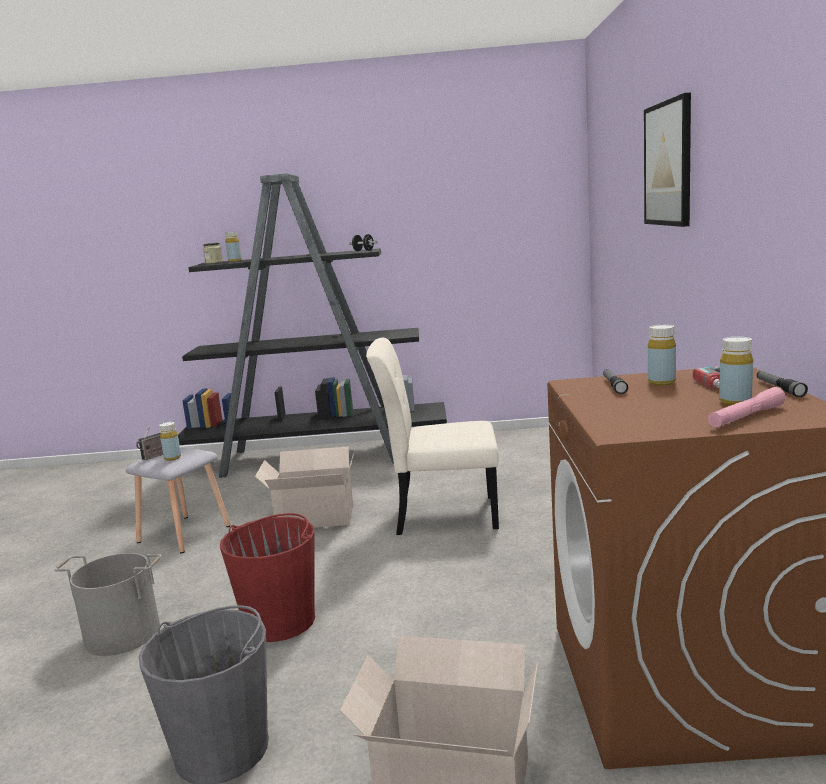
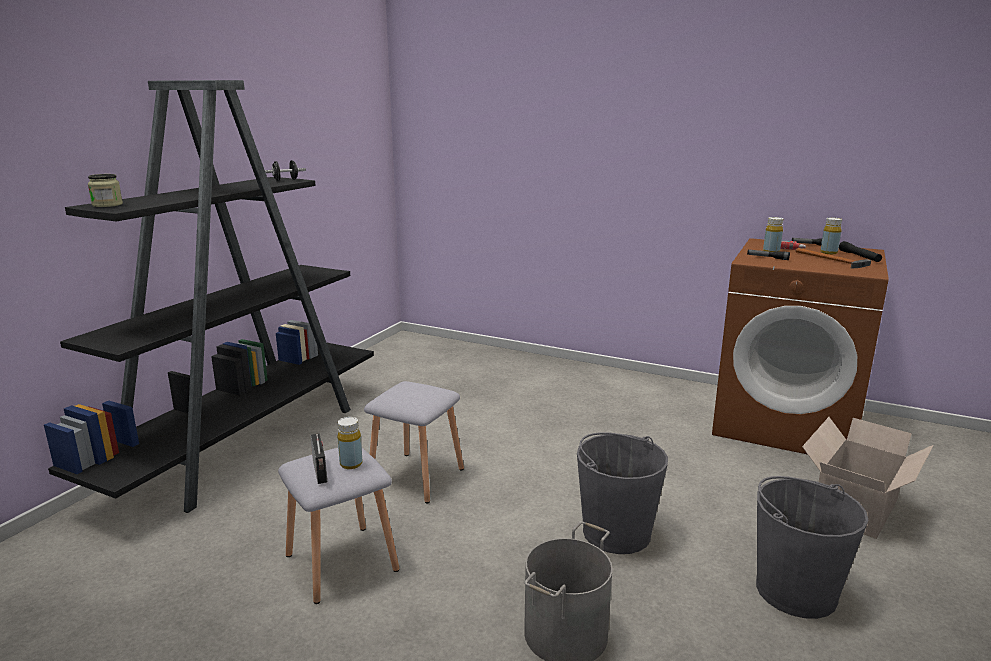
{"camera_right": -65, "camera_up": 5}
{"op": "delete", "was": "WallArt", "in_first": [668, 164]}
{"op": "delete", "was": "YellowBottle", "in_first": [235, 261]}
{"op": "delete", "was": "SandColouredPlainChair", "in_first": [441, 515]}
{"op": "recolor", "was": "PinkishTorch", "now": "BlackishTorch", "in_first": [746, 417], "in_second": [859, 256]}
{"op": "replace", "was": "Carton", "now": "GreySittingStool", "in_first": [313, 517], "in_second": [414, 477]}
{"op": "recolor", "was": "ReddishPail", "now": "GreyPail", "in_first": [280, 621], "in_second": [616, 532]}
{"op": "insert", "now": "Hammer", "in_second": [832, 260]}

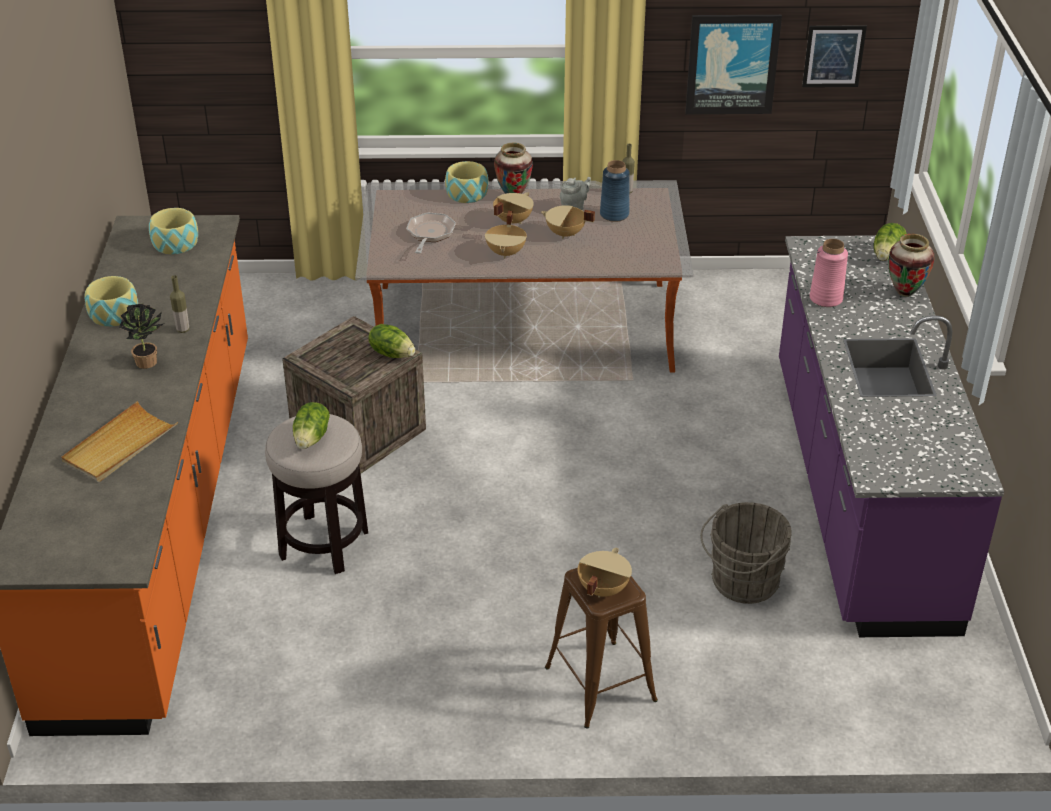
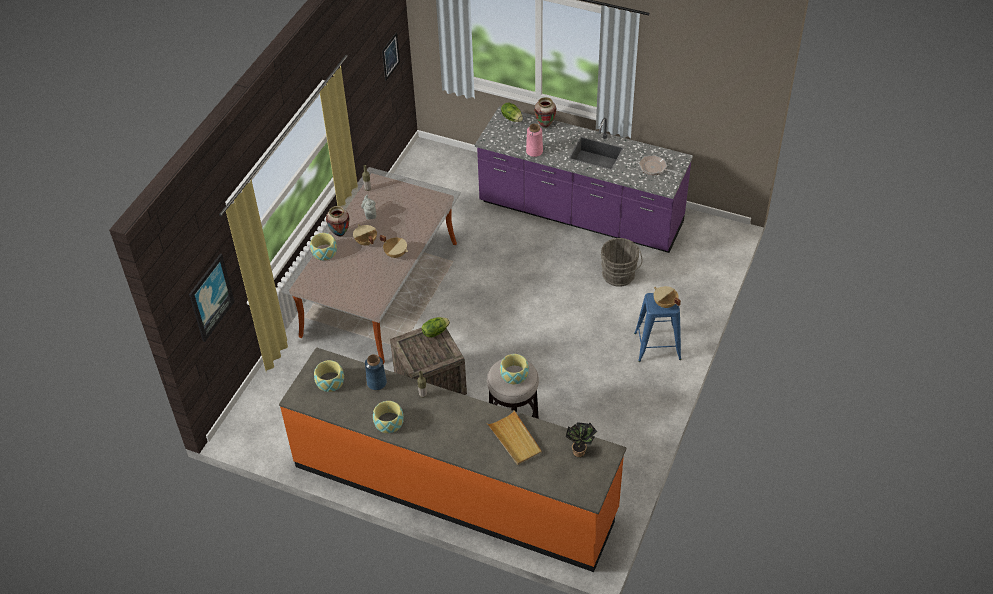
{"camera_right": -65, "camera_up": 10}
{"op": "move", "was": "WallArt", "in_first": [732, 64], "in_second": [210, 297]}
{"op": "move", "was": "BlueColouredVase", "in_first": [614, 214], "in_second": [377, 383]}
{"op": "delete", "was": "SandColouredSaucepot", "in_first": [565, 234]}
{"op": "move", "was": "Skillet", "in_first": [430, 234], "in_second": [655, 168]}
{"op": "move", "was": "PottedPlant", "in_first": [149, 363], "in_second": [580, 450]}
{"op": "replace", "was": "HeadOfLettuce", "now": "ServingBowl", "in_first": [312, 438], "in_second": [514, 374]}
{"op": "recolor", "was": "BrownColouredSittingStool", "now": "BlueColouredSittingStool", "in_first": [600, 683], "in_second": [656, 346]}

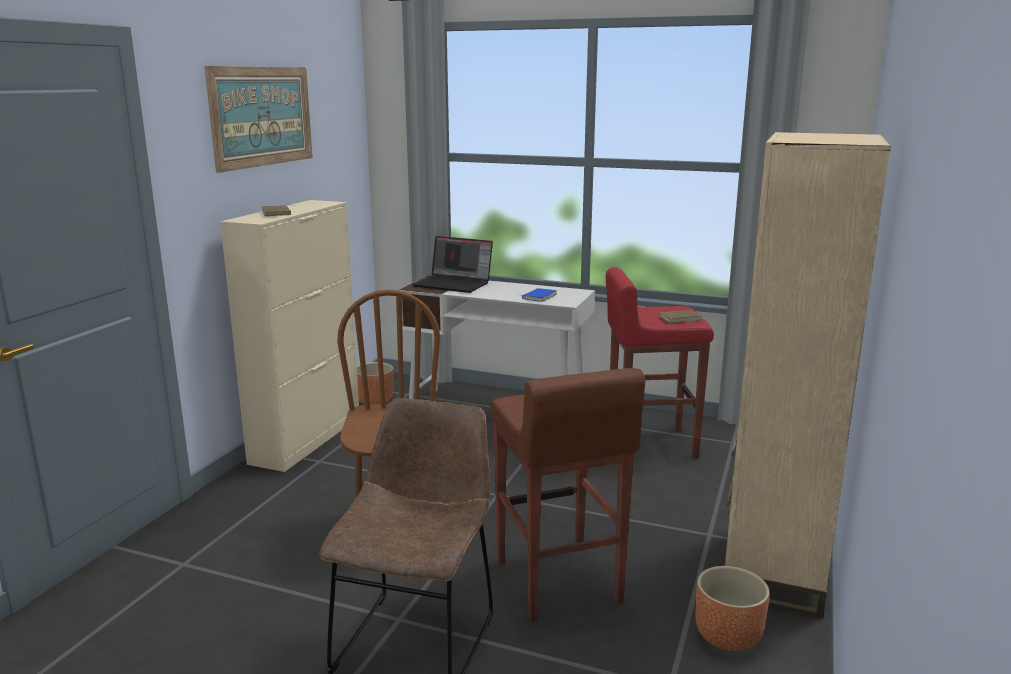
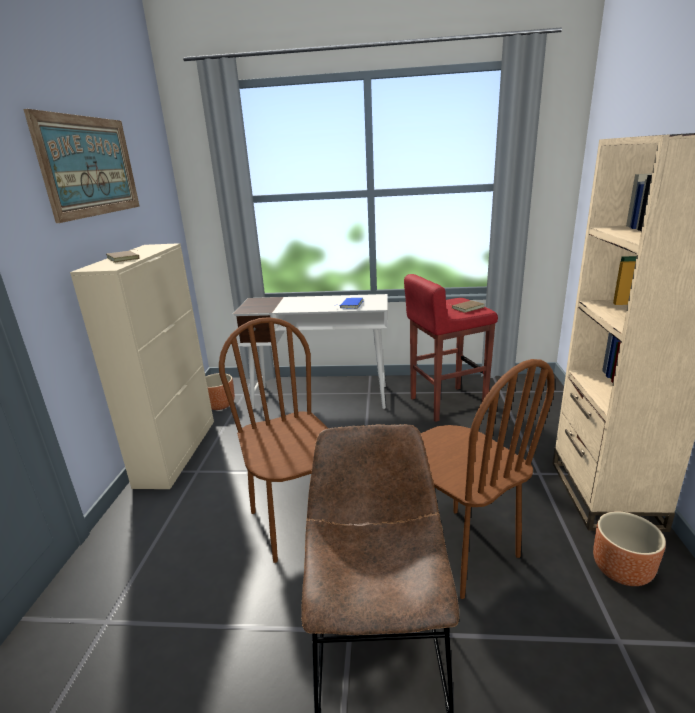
{"camera_right": -15, "camera_up": 5}
{"op": "delete", "was": "NotebookComputer", "in_first": [454, 284]}
{"op": "replace", "was": "BrownColouredSittingStool", "now": "BrownColouredPlainChair", "in_first": [556, 582], "in_second": [459, 549]}

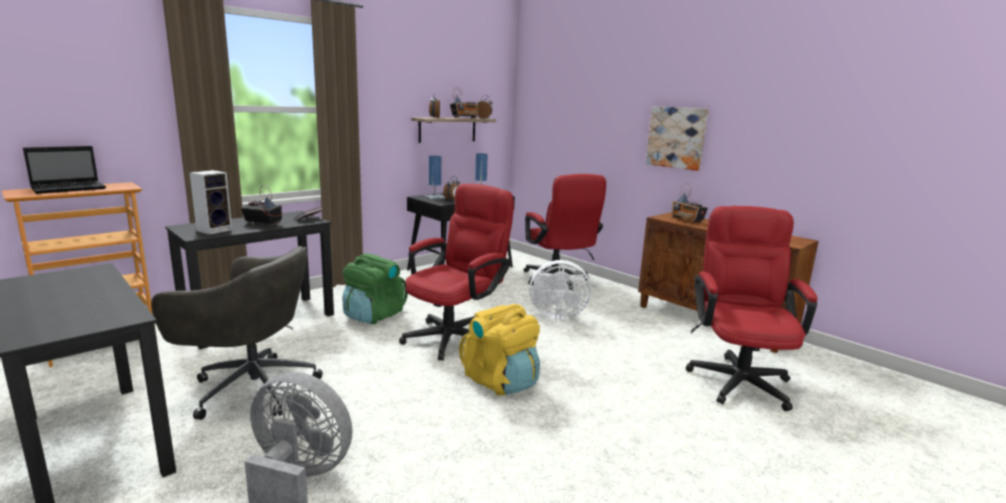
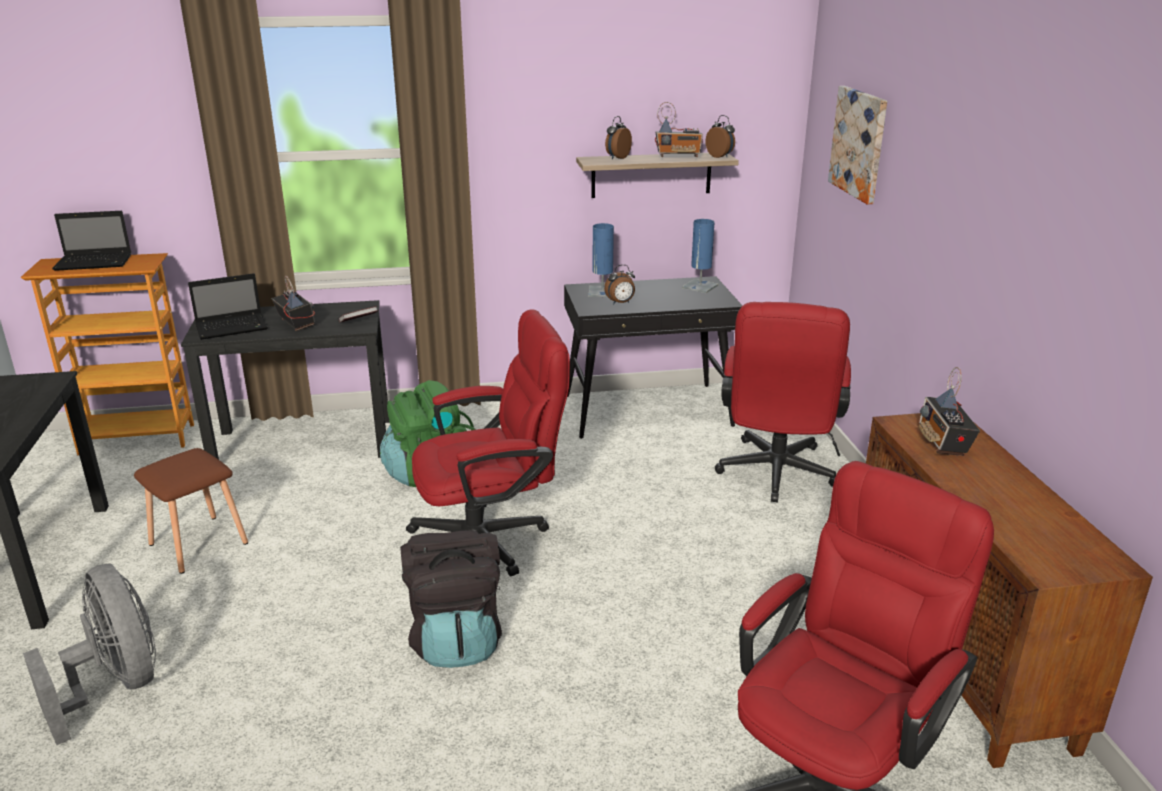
{"camera_right": 35, "camera_up": 10}
{"op": "move", "was": "WallArt", "in_first": [676, 137], "in_second": [859, 143]}
{"op": "replace", "was": "Loudspeaker", "now": "NotebookComputer", "in_first": [215, 230], "in_second": [233, 327]}
{"op": "replace", "was": "GreyOfficeChair", "now": "BrownColouredSittingStool", "in_first": [251, 388], "in_second": [197, 545]}
{"op": "delete", "was": "WhiteElectricFan", "in_first": [555, 315]}
{"op": "recolor", "was": "YellowRucksack", "now": "BlackishRucksack", "in_first": [501, 381], "in_second": [456, 639]}

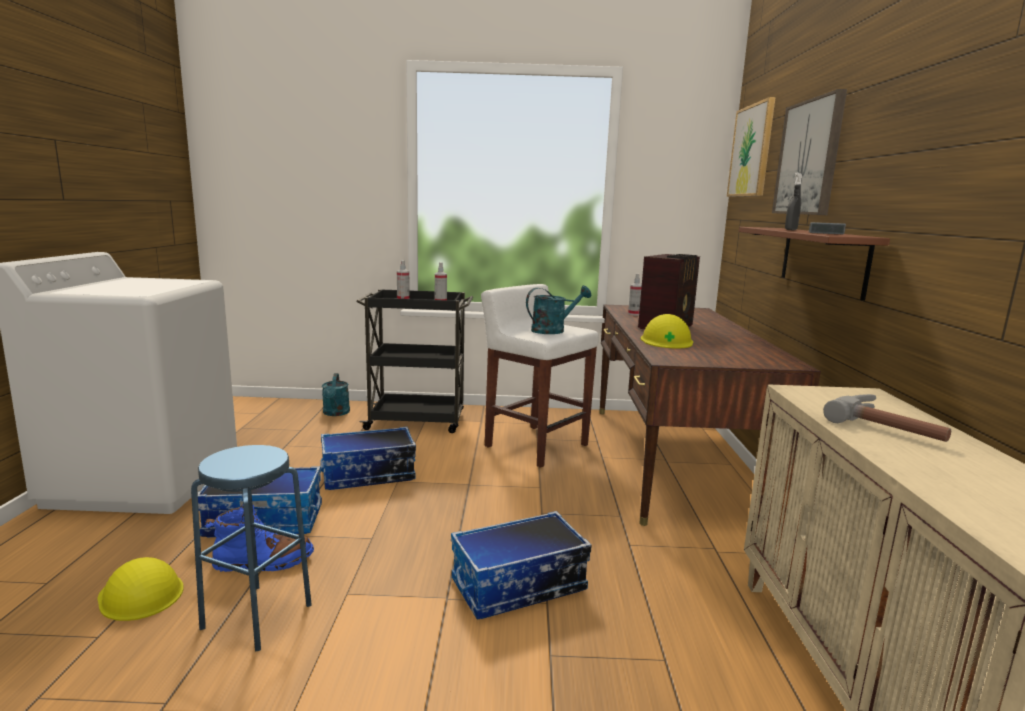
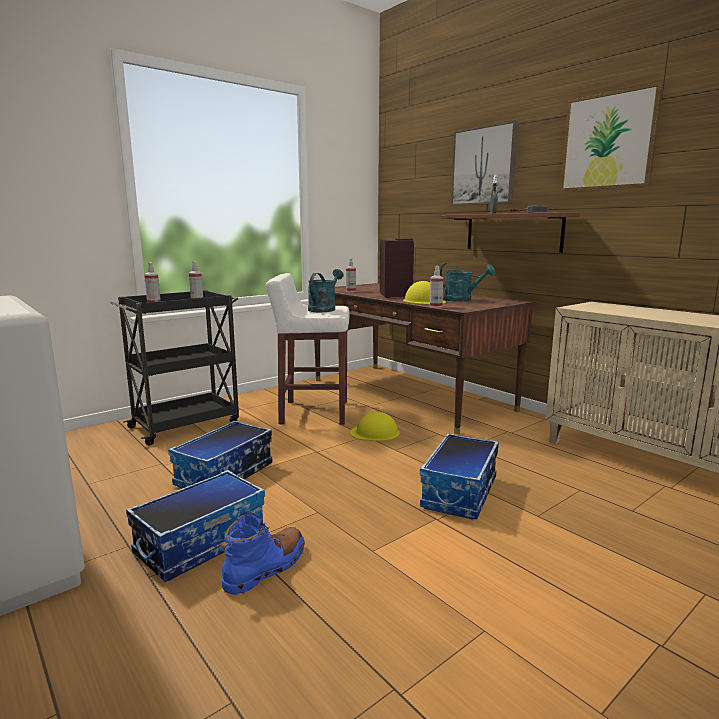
{"camera_right": -40, "camera_up": 0}
{"op": "move", "was": "WallArt", "in_first": [751, 151], "in_second": [608, 141]}
{"op": "move", "was": "BlueGreenSprinklingCan", "in_first": [336, 413], "in_second": [462, 300]}
{"op": "delete", "was": "Hammer", "in_first": [890, 428]}
{"op": "delete", "was": "BlueColouredSittingStool", "in_first": [257, 616]}
{"op": "move", "was": "YellowWorkHelmet", "in_first": [141, 594], "in_second": [375, 433]}
{"op": "insert", "now": "Sprayer", "in_second": [435, 306]}

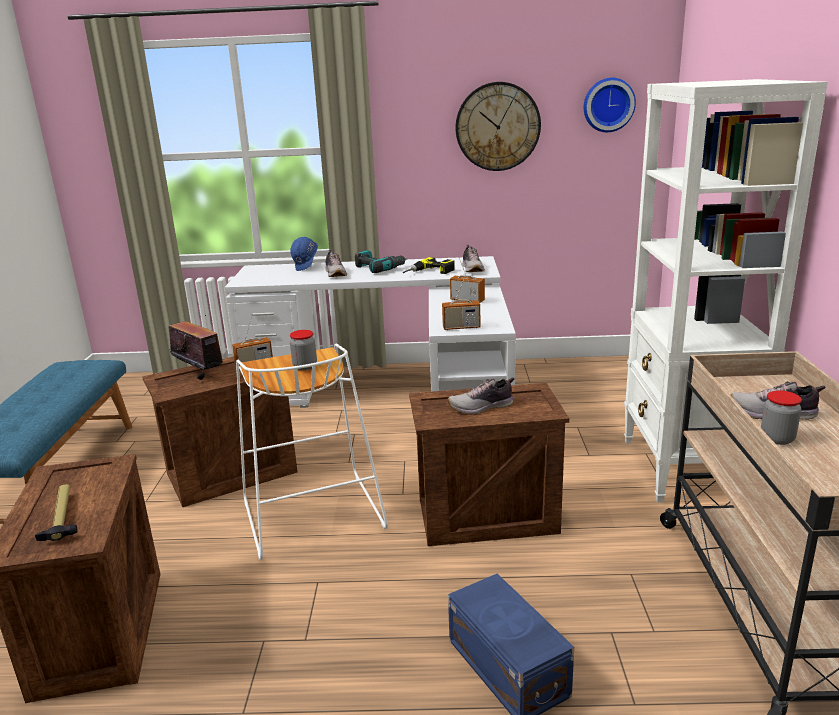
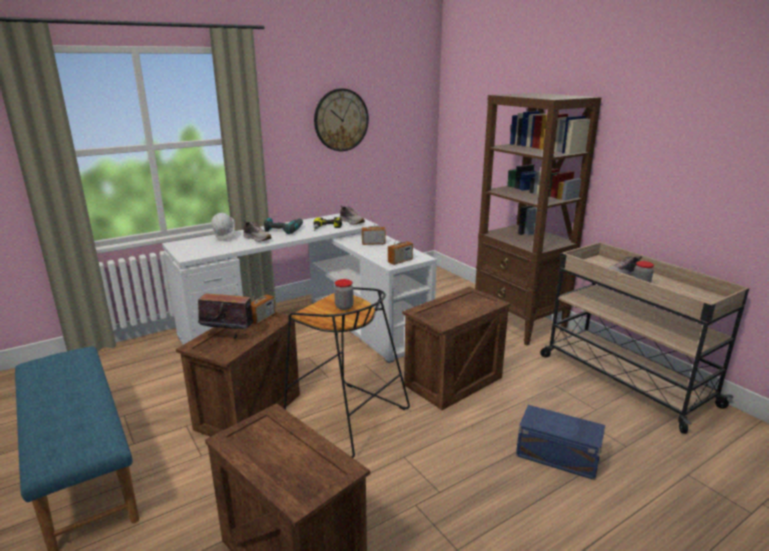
{"camera_right": -35, "camera_up": 0}
{"op": "delete", "was": "HangingClock", "in_first": [608, 105]}
{"op": "recolor", "was": "WhiteShelvingUnit", "now": "BrownColouredShelvingUnit", "in_first": [685, 469], "in_second": [519, 324]}
{"op": "recolor", "was": "BlueColouredWorkHelmet", "now": "WhiteWorkHelmet", "in_first": [307, 268], "in_second": [225, 238]}
{"op": "recolor", "was": "WhiteSittingStool", "now": "BlackishSittingStool", "in_first": [310, 514], "in_second": [345, 418]}
{"op": "delete", "was": "LowShoe", "in_first": [482, 407]}
{"op": "delete", "was": "Hammer", "in_first": [61, 516]}

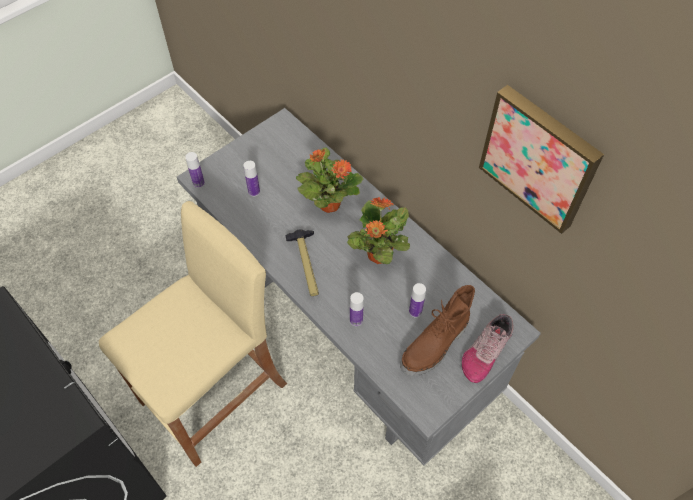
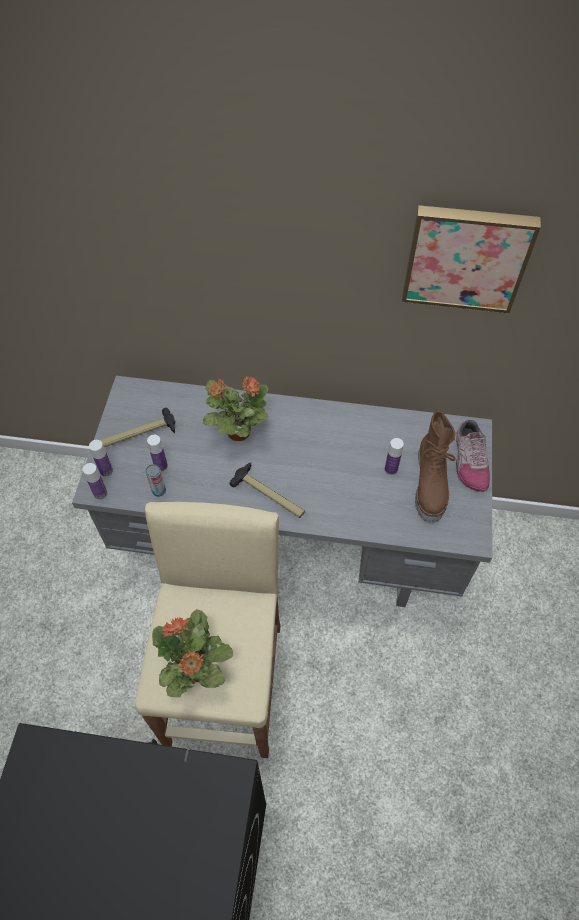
{"camera_right": -40, "camera_up": 0}
{"op": "move", "was": "PottedPlant", "in_first": [378, 255], "in_second": [196, 671]}
{"op": "move", "was": "Bottle", "in_first": [356, 320], "in_second": [106, 471]}
{"op": "insert", "now": "Hammer", "in_second": [138, 434]}
{"op": "insert", "now": "SealedCan", "in_second": [159, 491]}

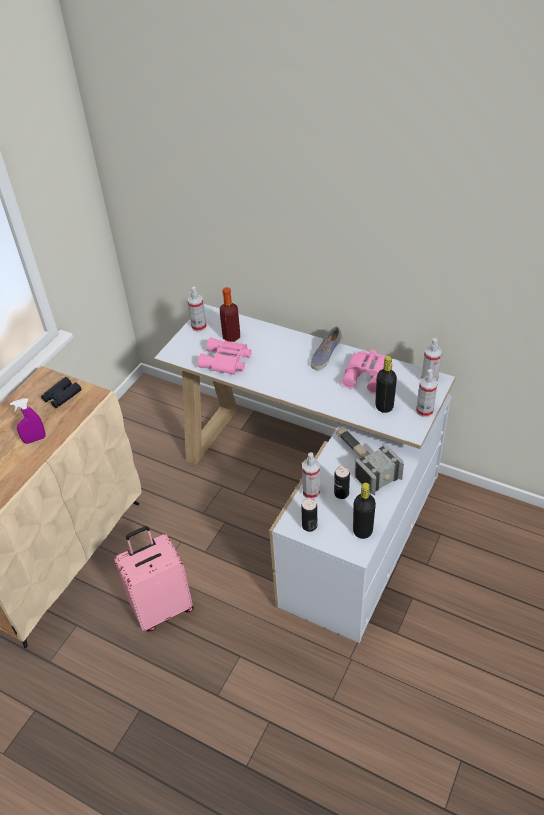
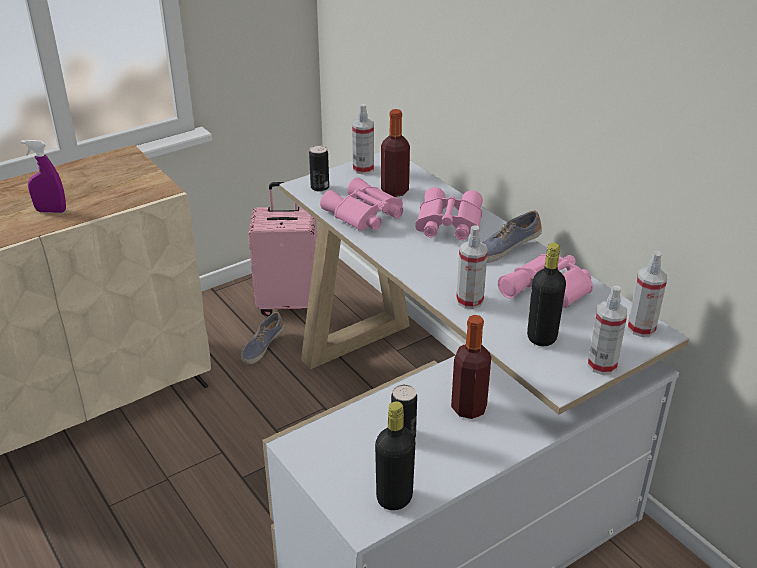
{"camera_right": 25, "camera_up": -10}
{"op": "delete", "was": "BlackishBinoculars", "in_first": [62, 396]}
{"op": "replace", "was": "Hammer", "now": "Bottle", "in_first": [363, 462], "in_second": [468, 408]}
{"op": "move", "was": "Sprayer", "in_first": [311, 492], "in_second": [469, 301]}
{"op": "move", "was": "SealedCan", "in_first": [309, 525], "in_second": [320, 187]}
{"op": "move", "was": "PinkishTravelCase", "in_first": [162, 607], "in_second": [289, 303]}
{"op": "insert", "now": "PinkishBinoculars", "in_second": [447, 224]}
{"op": "insert", "now": "LowShoe", "in_second": [262, 346]}

